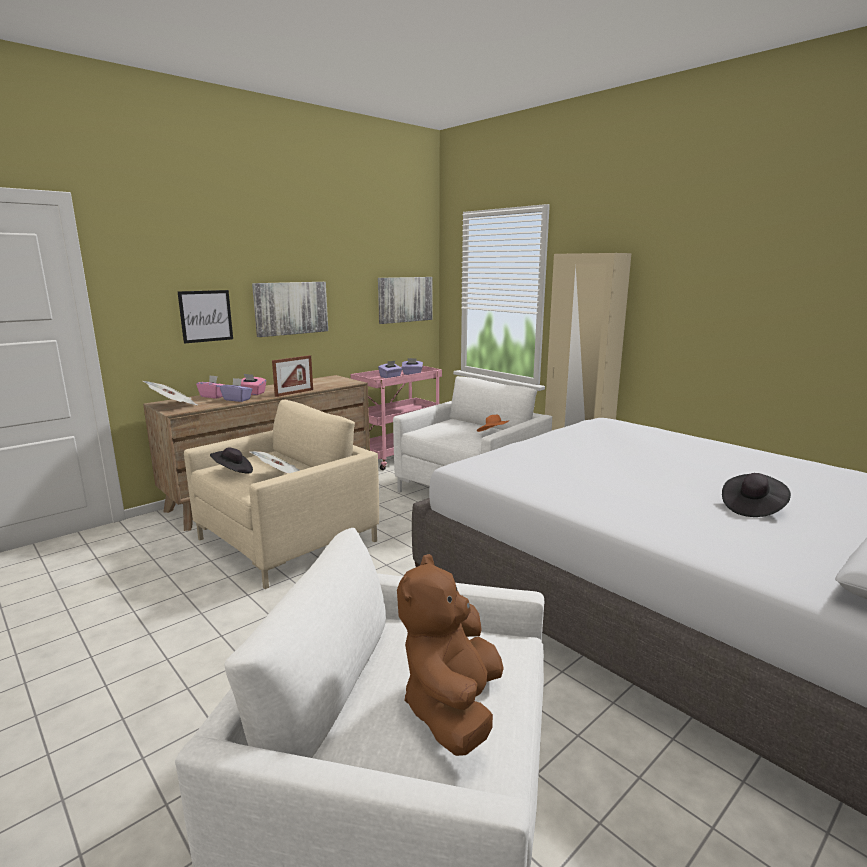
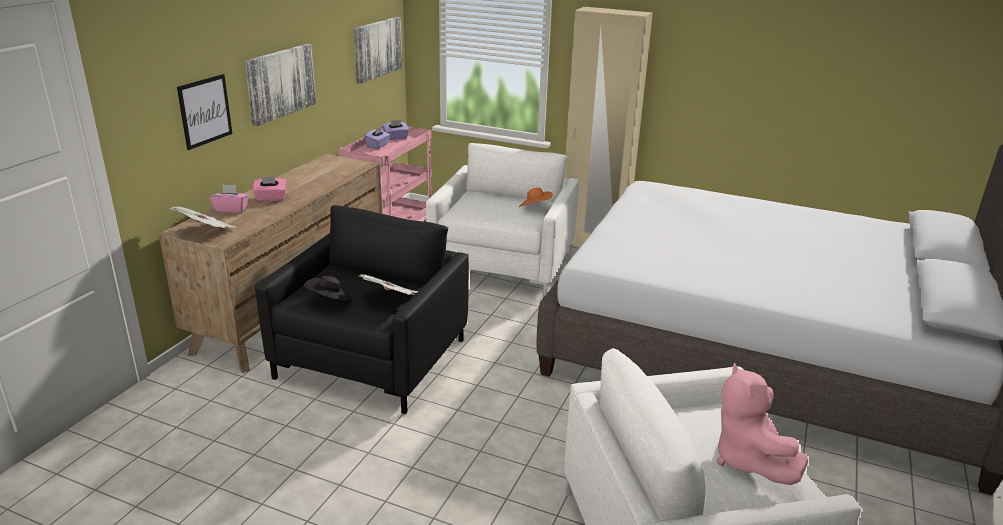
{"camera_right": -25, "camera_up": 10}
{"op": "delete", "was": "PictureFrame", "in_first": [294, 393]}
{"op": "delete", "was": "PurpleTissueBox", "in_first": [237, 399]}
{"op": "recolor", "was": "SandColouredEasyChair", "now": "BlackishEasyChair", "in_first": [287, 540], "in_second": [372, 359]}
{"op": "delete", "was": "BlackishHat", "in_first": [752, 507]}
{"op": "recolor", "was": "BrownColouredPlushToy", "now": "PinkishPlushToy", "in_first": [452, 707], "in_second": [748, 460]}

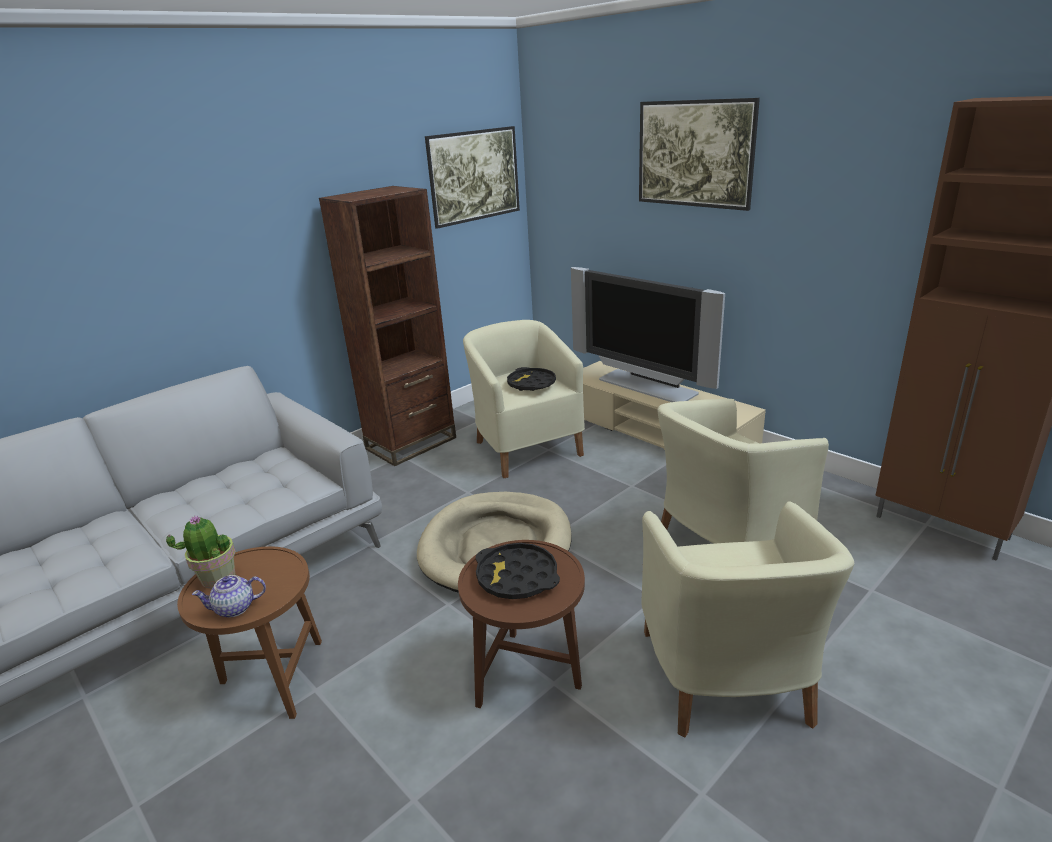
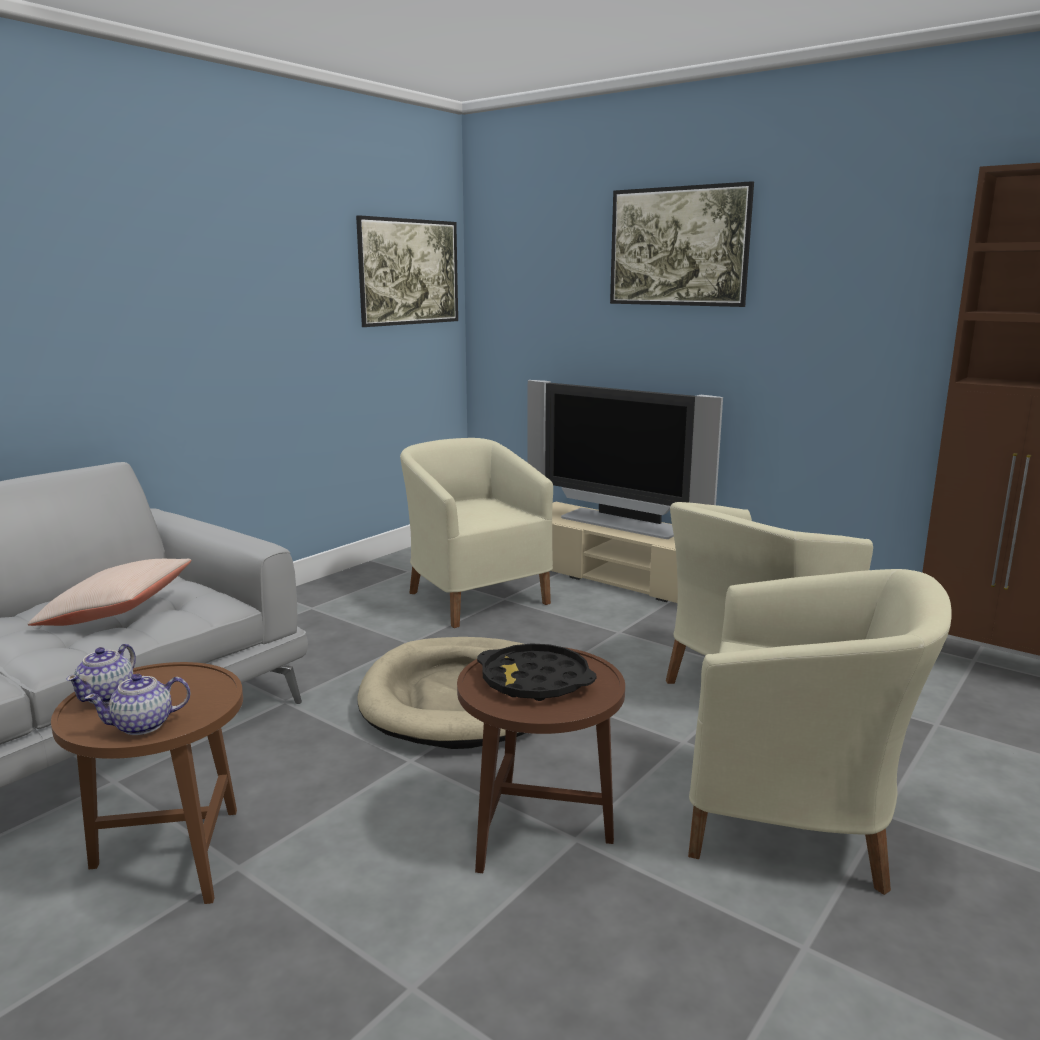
{"camera_right": -10, "camera_up": -10}
{"op": "delete", "was": "BrownColouredShelvingUnit", "in_first": [411, 443]}
{"op": "delete", "was": "BlackishServingTray", "in_first": [531, 384]}
{"op": "rotate", "was": "SandColouredEasyChair", "in_first": [727, 679], "in_second": [797, 822], "clockwise": -60}
{"op": "replace", "was": "PottedPlant", "now": "TeaPot", "in_first": [217, 578], "in_second": [108, 695]}
{"op": "insert", "now": "SandColouredThrowPillow", "in_second": [117, 612]}

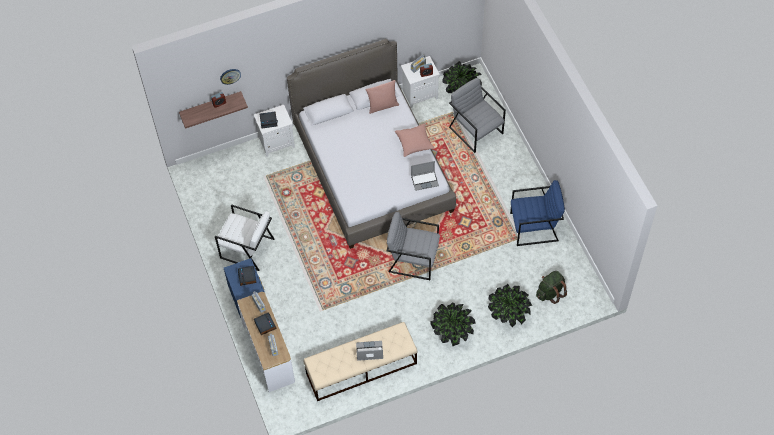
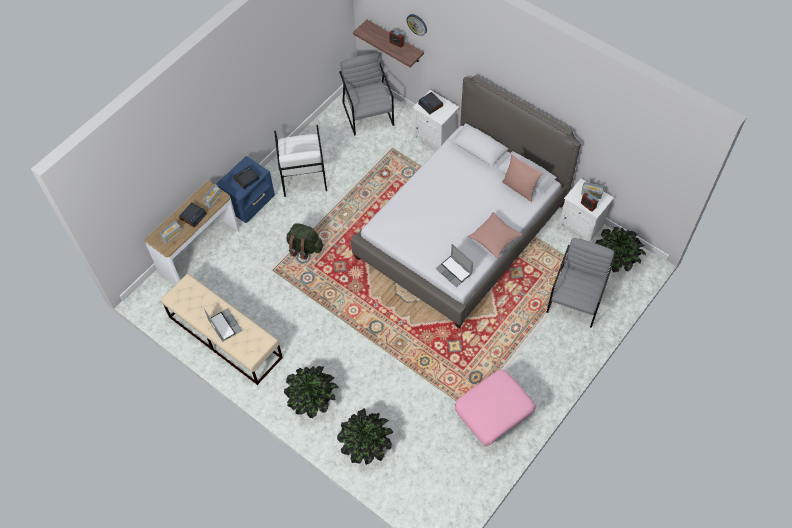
{"camera_right": 60, "camera_up": 0}
{"op": "replace", "was": "BlueColouredEasyChair", "now": "PinkishPouffe", "in_first": [534, 227], "in_second": [493, 417]}
{"op": "move", "was": "GreyEasyChair", "in_first": [413, 259], "in_second": [368, 113]}
{"op": "move", "was": "GreenishRucksack", "in_first": [550, 292], "in_second": [304, 248]}

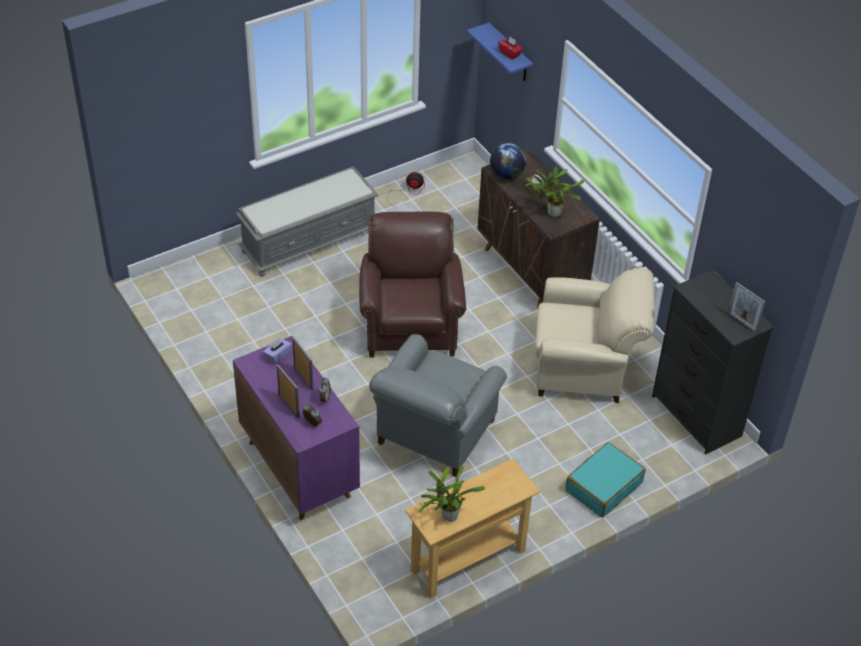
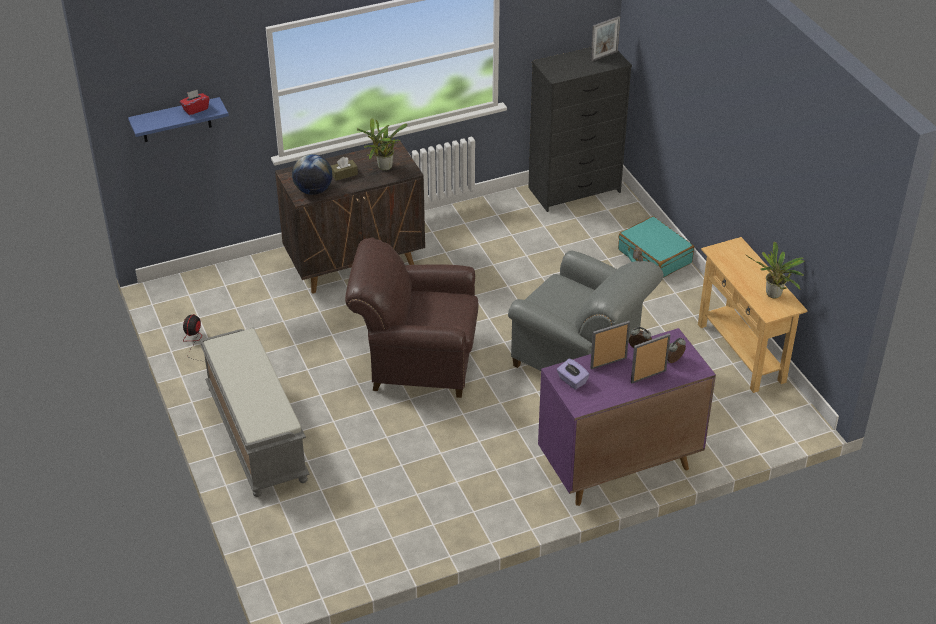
{"camera_right": -80, "camera_up": -5}
{"op": "delete", "was": "SandColouredEasyChair", "in_first": [585, 368]}

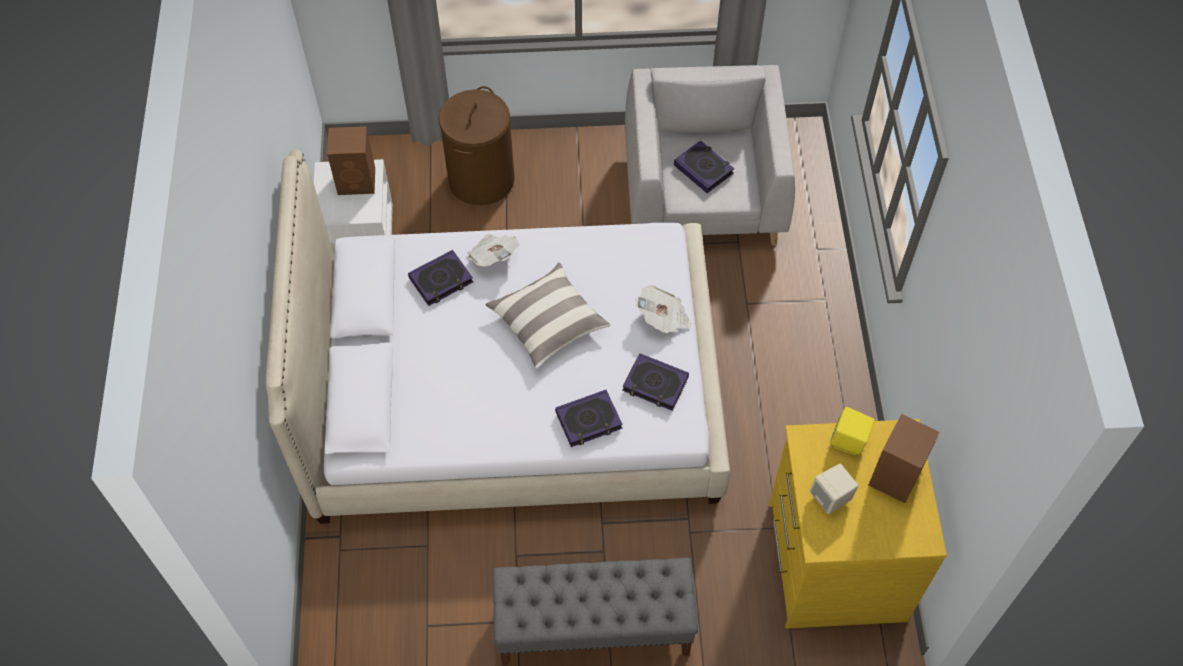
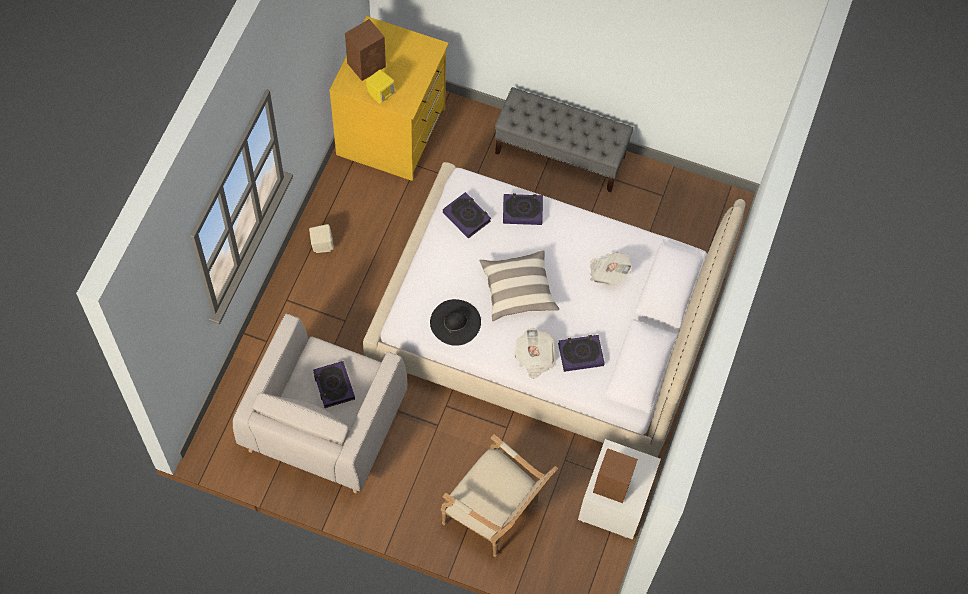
{"camera_right": -160, "camera_up": 5}
{"op": "replace", "was": "BrownColouredHamper", "now": "EasyChair", "in_first": [481, 179], "in_second": [495, 515]}
{"op": "move", "was": "Newspaper", "in_first": [663, 318], "in_second": [608, 273]}
{"op": "move", "was": "SandColouredLoudspeaker", "in_first": [831, 498], "in_second": [322, 245]}
{"op": "insert", "now": "BlackishHat", "in_second": [455, 322]}

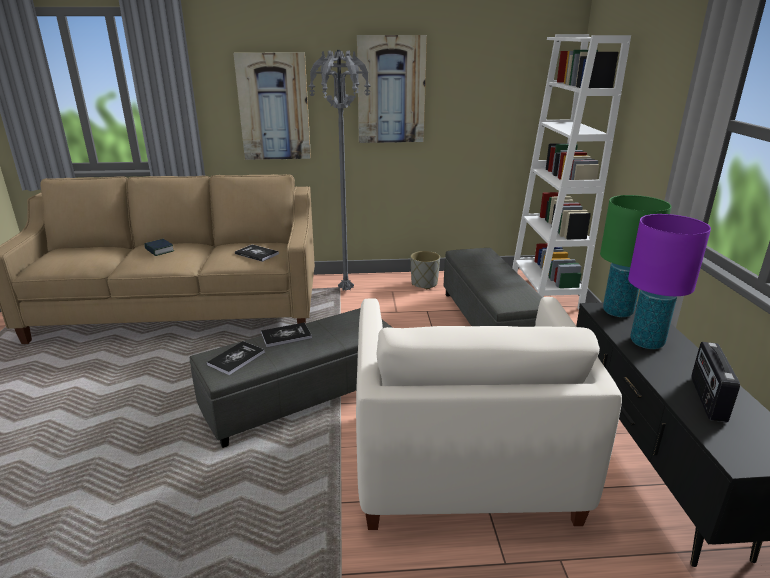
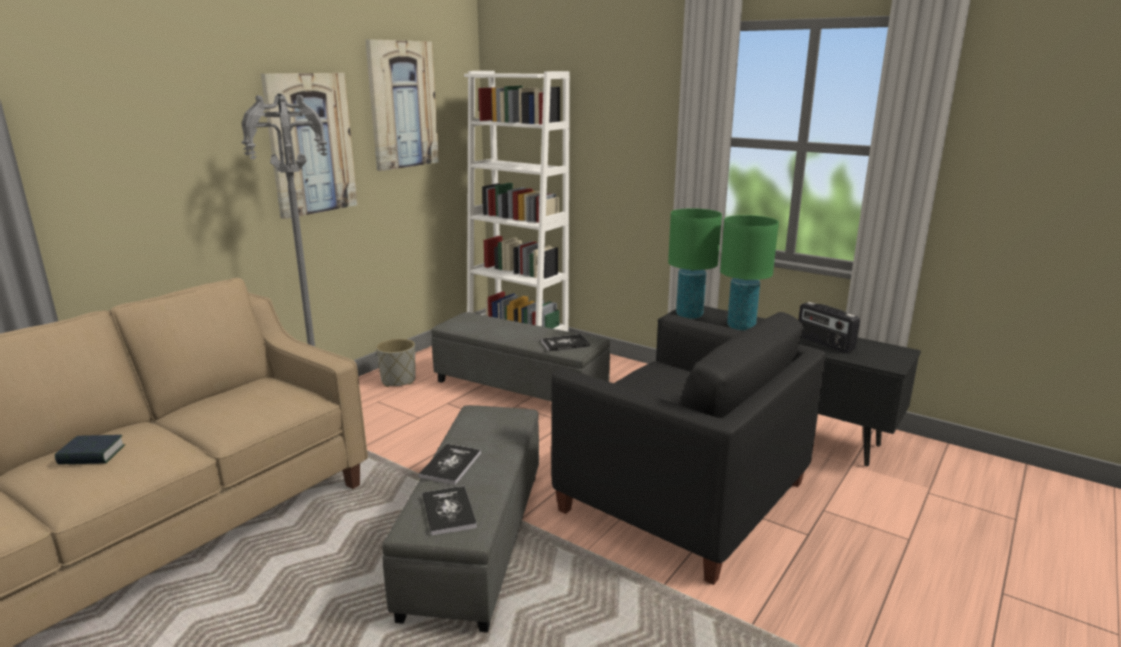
{"camera_right": -50, "camera_up": -5}
{"op": "move", "was": "WallArt", "in_first": [274, 107], "in_second": [402, 105]}
{"op": "recolor", "was": "PurpleLampForATable", "now": "GreenishLampForATable", "in_first": [647, 342], "in_second": [741, 326]}
{"op": "move", "was": "Book", "in_first": [257, 254], "in_second": [565, 344]}
{"op": "recolor", "was": "WhiteEasyChair", "now": "BlackishEasyChair", "in_first": [463, 462], "in_second": [683, 496]}

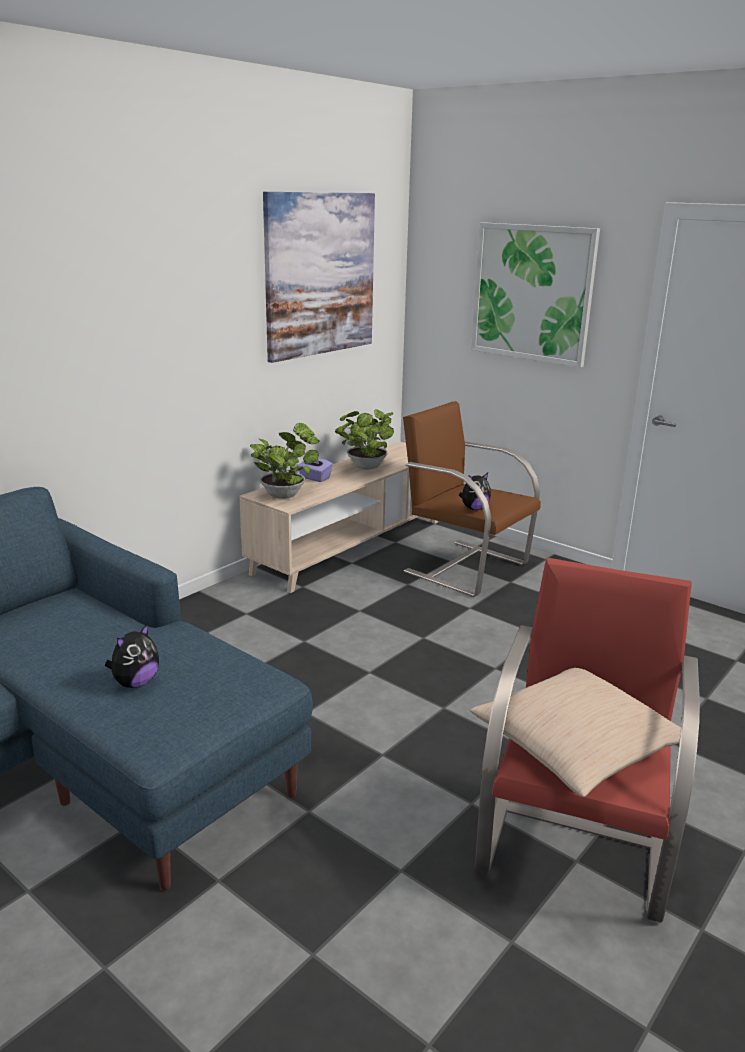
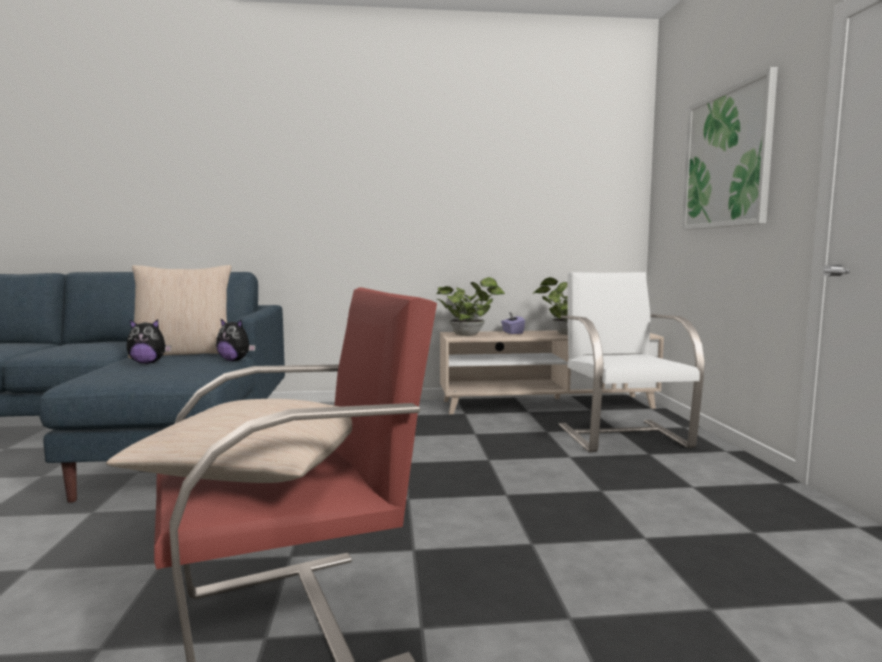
{"camera_right": 45, "camera_up": -15}
{"op": "delete", "was": "WallArt", "in_first": [320, 275]}
{"op": "recolor", "was": "BrownColouredEasyChair", "now": "WhiteEasyChair", "in_first": [465, 567], "in_second": [622, 435]}
{"op": "move", "was": "PlushToy", "in_first": [474, 508], "in_second": [235, 360]}
{"op": "insert", "now": "SandColouredThrowPillow", "in_second": [184, 353]}

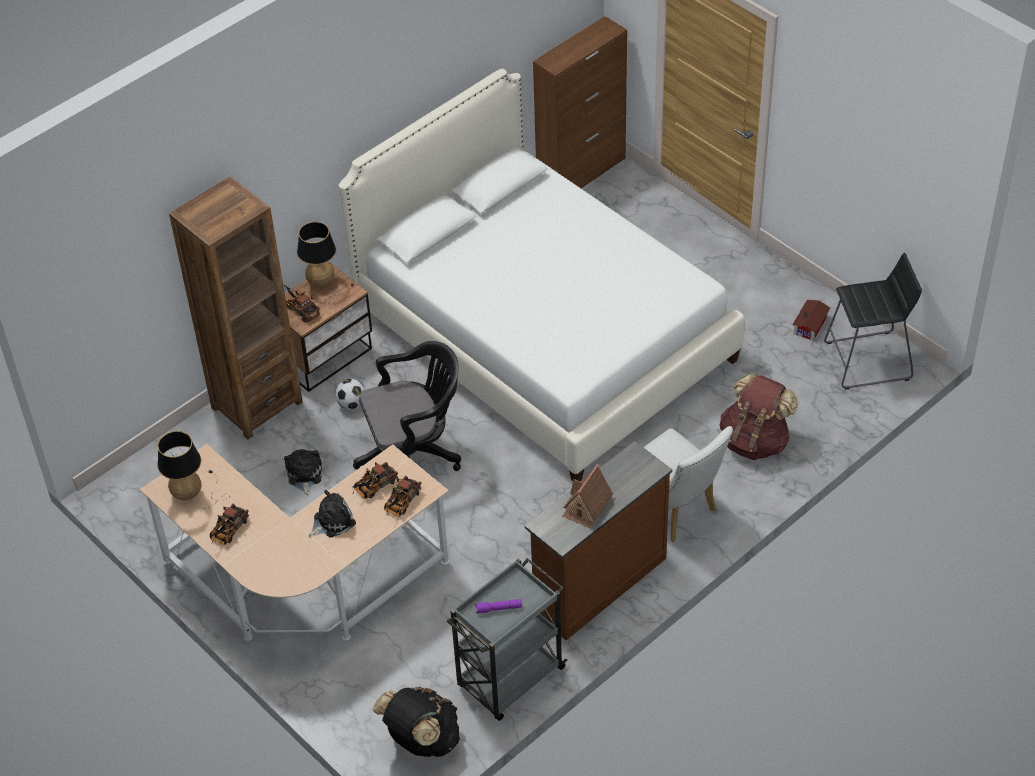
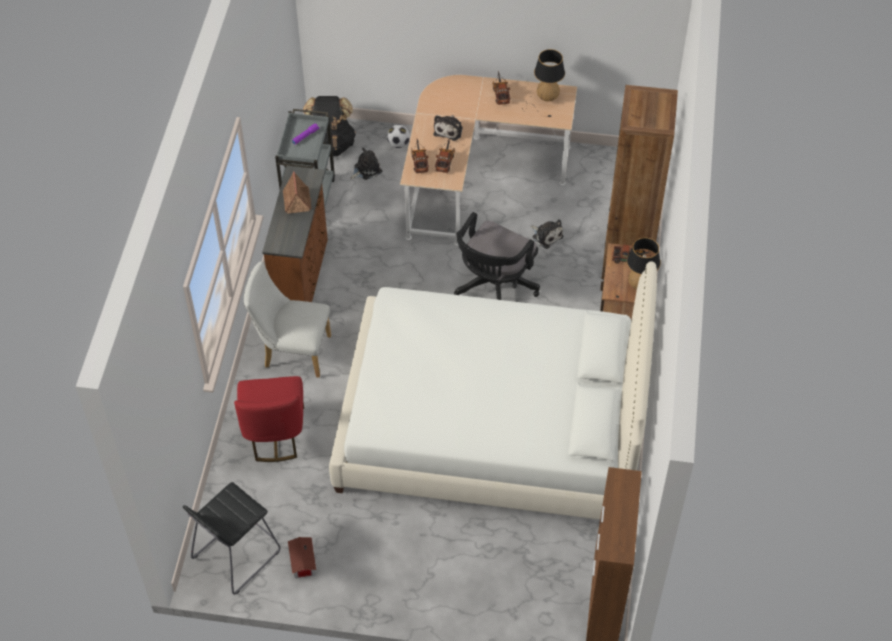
{"camera_right": 140, "camera_up": 5}
{"op": "replace", "was": "BrownColouredRucksack", "now": "ReddishPlainChair", "in_first": [755, 441], "in_second": [274, 434]}
{"op": "move", "was": "Football", "in_first": [352, 404], "in_second": [398, 144]}
{"op": "insert", "now": "PlushToy", "in_second": [366, 169]}

